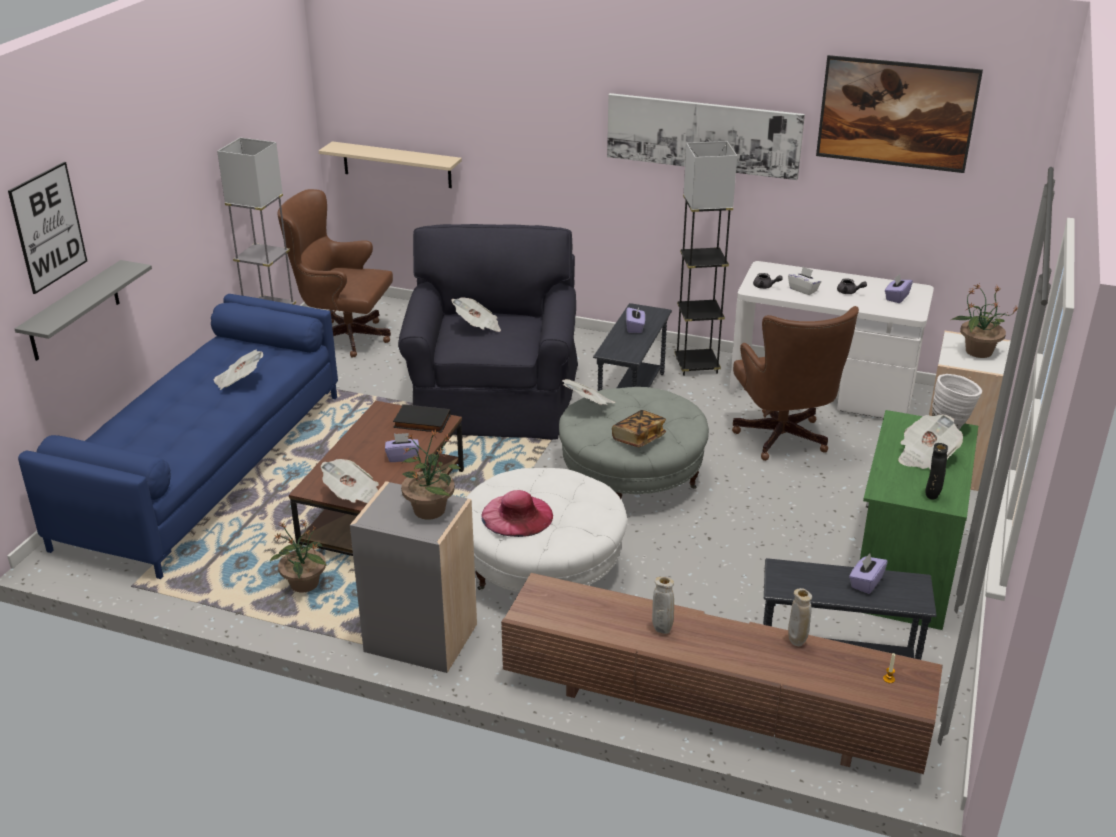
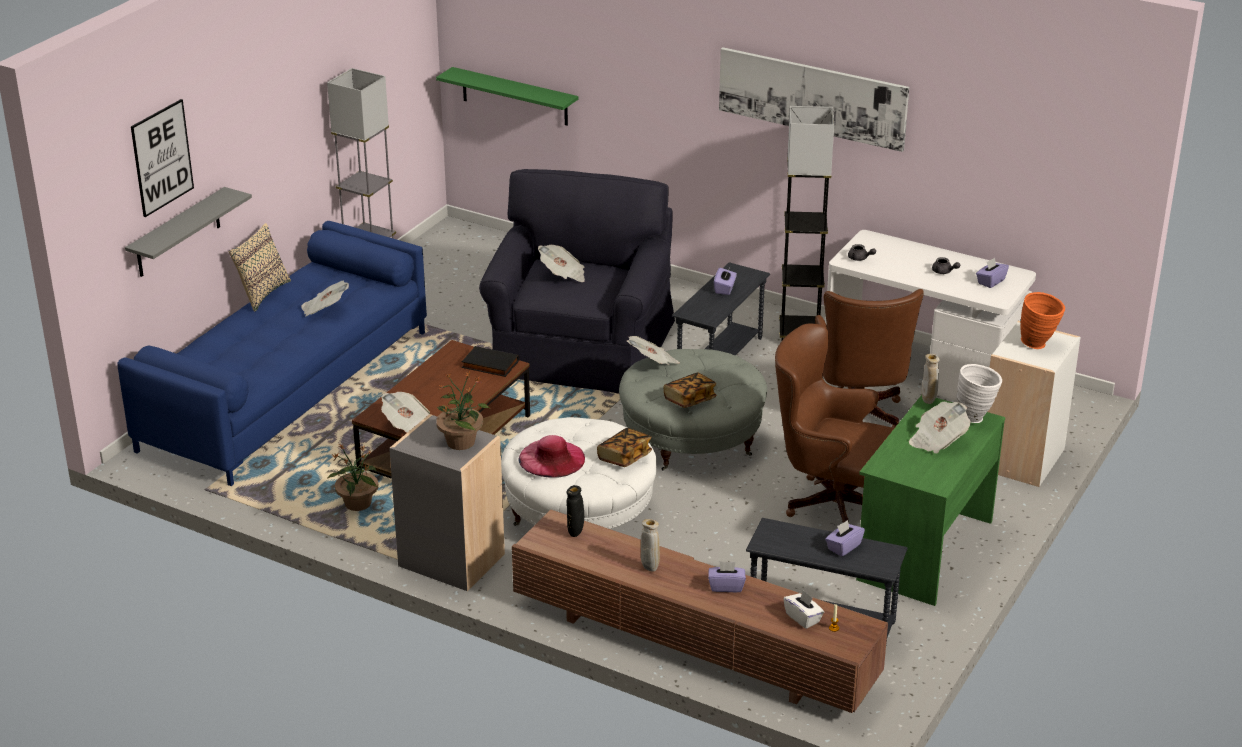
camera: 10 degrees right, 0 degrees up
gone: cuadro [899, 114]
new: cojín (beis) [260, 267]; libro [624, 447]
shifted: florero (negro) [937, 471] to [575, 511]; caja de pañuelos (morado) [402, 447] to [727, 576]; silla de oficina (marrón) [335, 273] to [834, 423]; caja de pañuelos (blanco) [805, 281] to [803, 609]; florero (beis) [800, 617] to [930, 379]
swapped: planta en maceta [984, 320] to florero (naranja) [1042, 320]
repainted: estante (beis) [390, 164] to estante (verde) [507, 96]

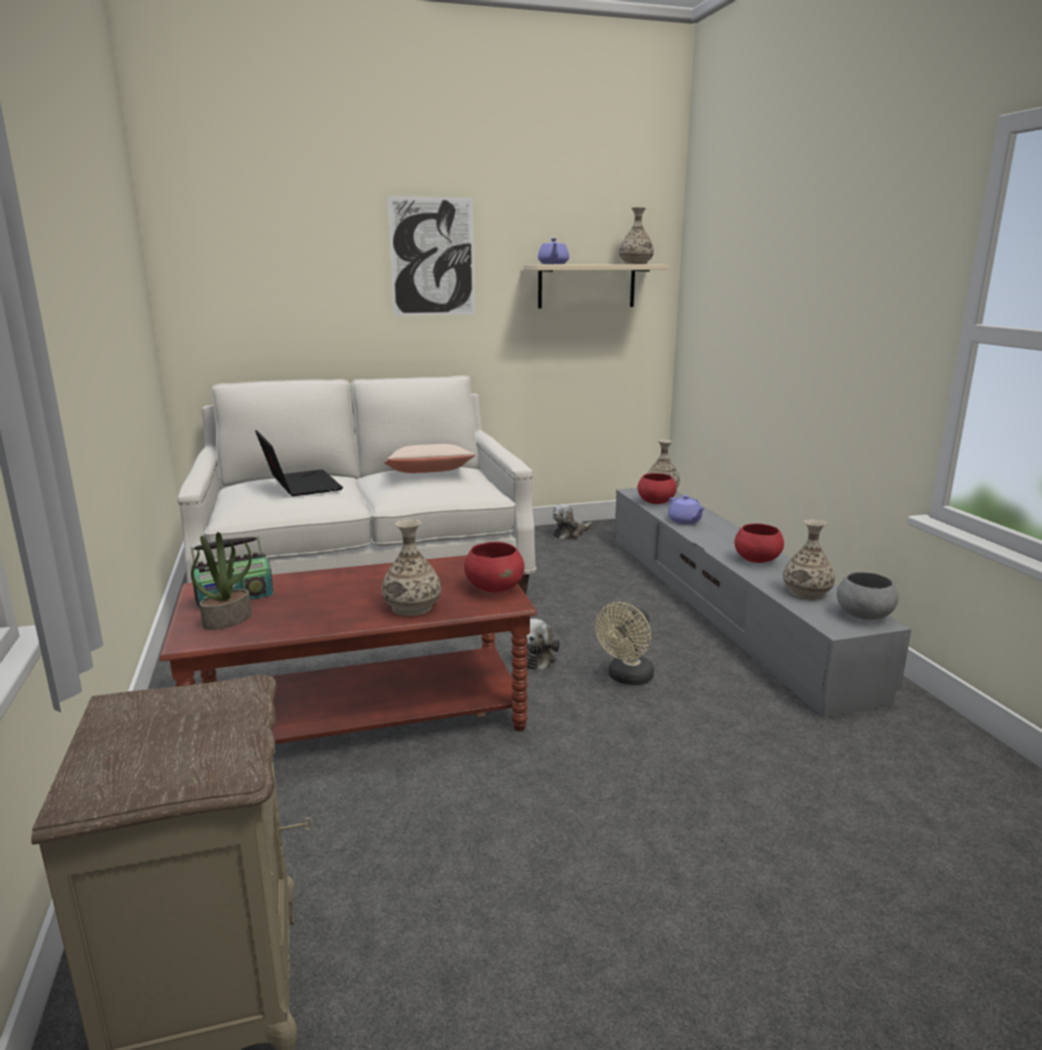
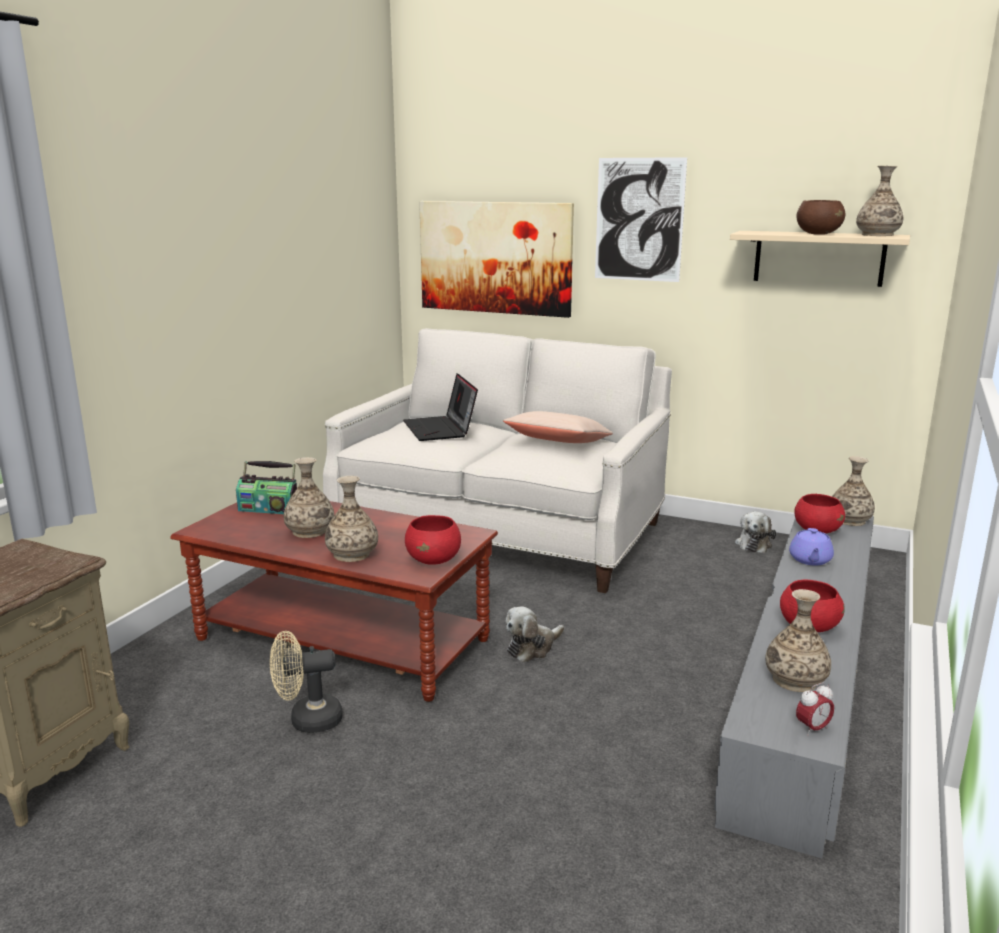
camera: 40 degrees right, 0 degrees up
gone: planta en maceta [221, 581]; tetera (morado) [553, 251]
new: florero [309, 497]; cuadro [496, 259]; cuenco (marrón) [820, 217]
shifted: ventilador (beis) [624, 643] to [306, 682]
swapped: cuenco (gris) [868, 596] to despertador [815, 709]
rotated: portátil [299, 463] = [440, 407] 150 degrees clockwise; peluche [572, 522] = [755, 532] 75 degrees counterclockwise

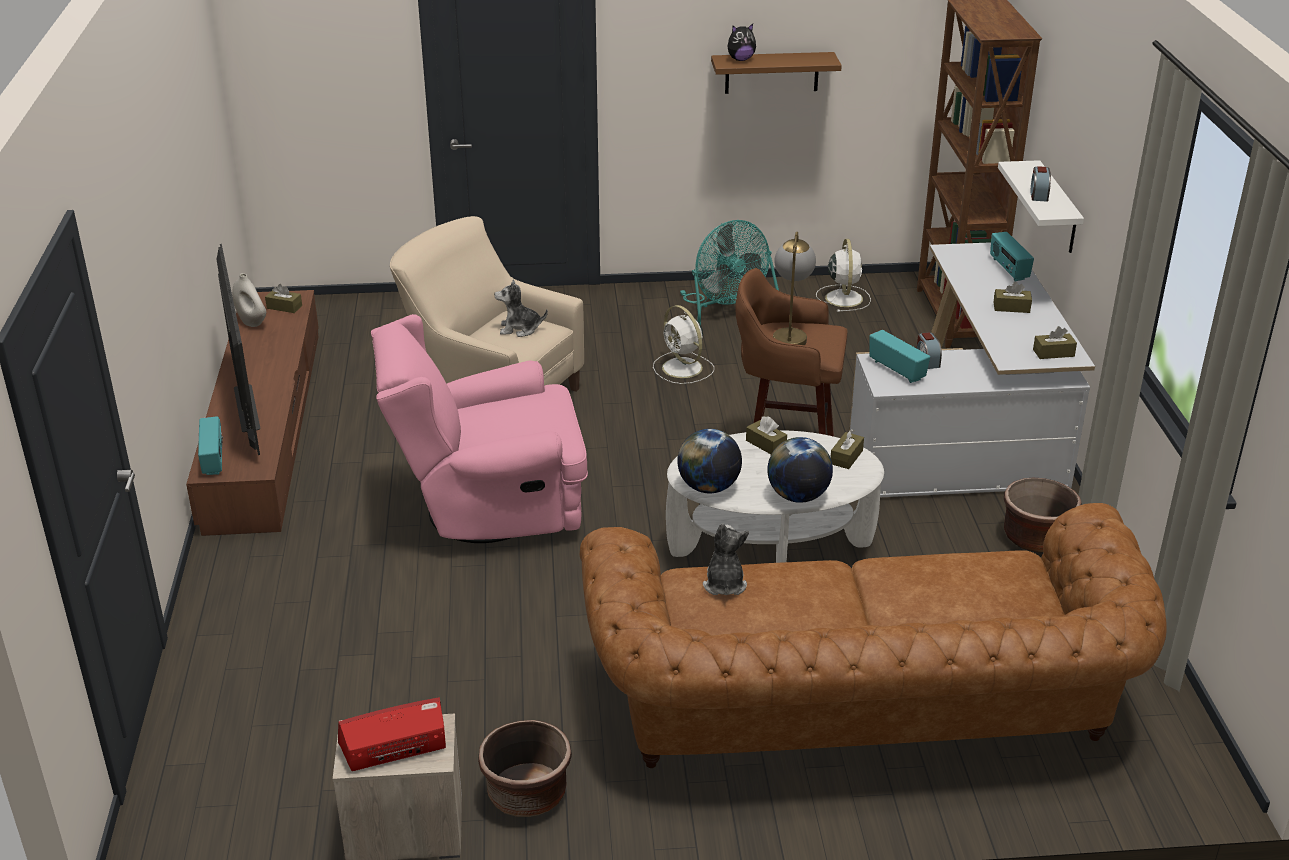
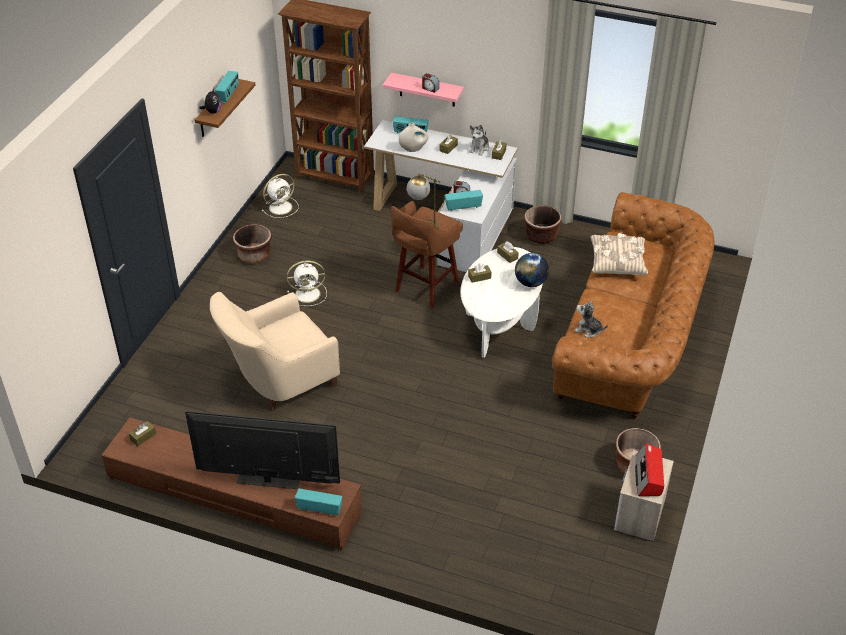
camera: 65 degrees left, 10 degrees up
gone: sillón (rosa) [479, 428]; globo terráqueo [709, 461]
new: radio [227, 87]; cojín (beis) [619, 253]
shifted: florero (blanco) [249, 300] to [413, 137]; peluche [521, 308] to [479, 140]
swapped: ventilador (turquesa) [729, 272] to maceta (marrón) [252, 244]
repainted: estante (blanco) [1041, 206] to estante (rosa) [423, 90]
rotated: ventilador (blanco) [843, 275] = [280, 196] 120 degrees clockwise

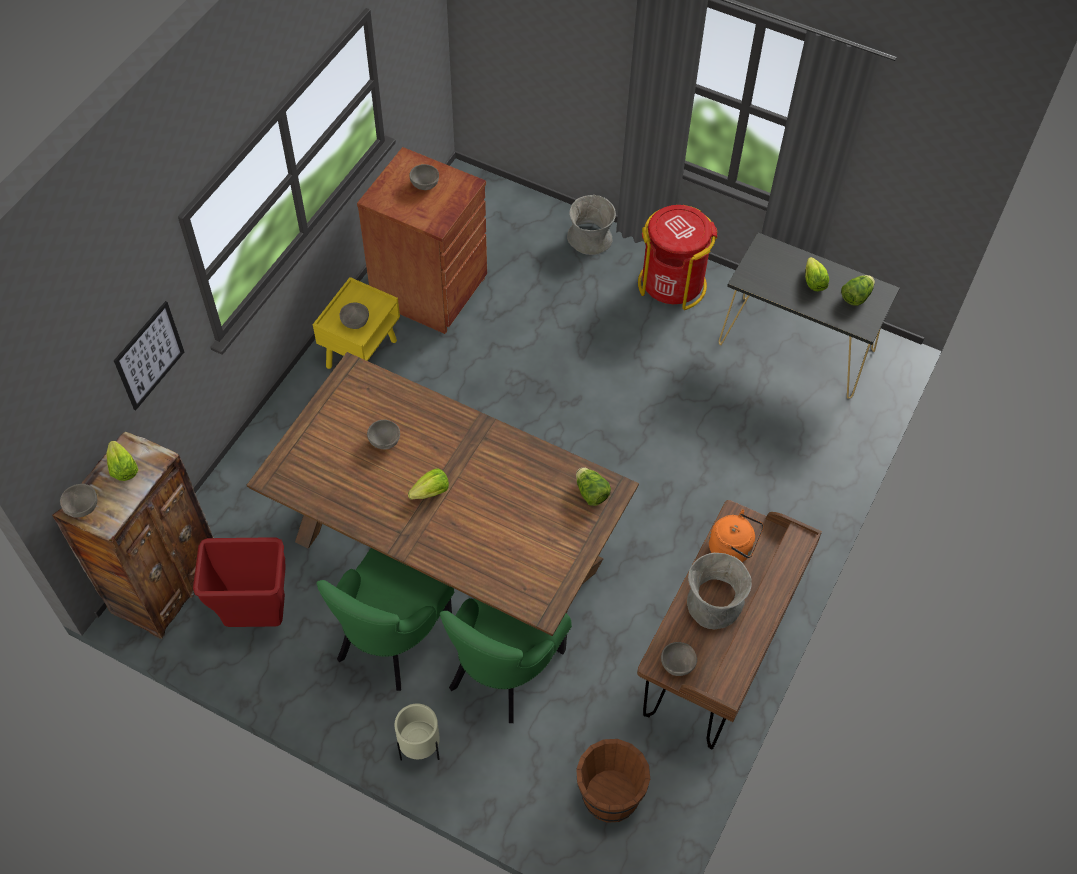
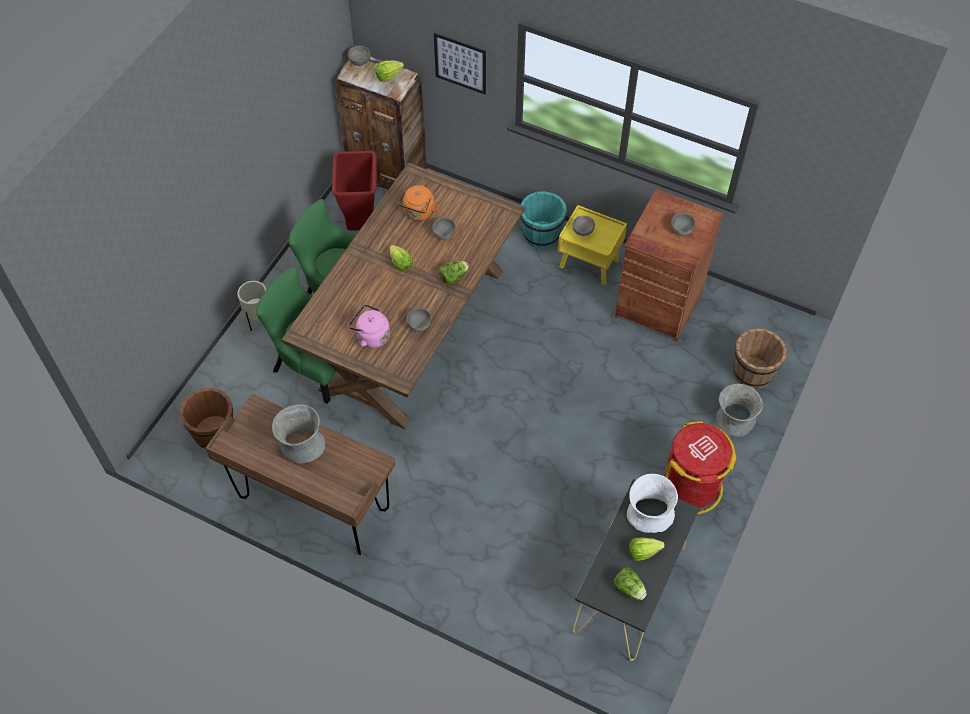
camera: 90 degrees right, 0 degrees up
new: hervidor (rosa) [369, 326]; cubo (turquesa) [544, 219]; florero (blanco) [652, 503]; cubo (marrón) [760, 358]
shifted: hervidor (naranja) [736, 535] to [418, 203]; cuenco (gris) [679, 659] to [419, 319]; lechuga [593, 486] to [454, 273]

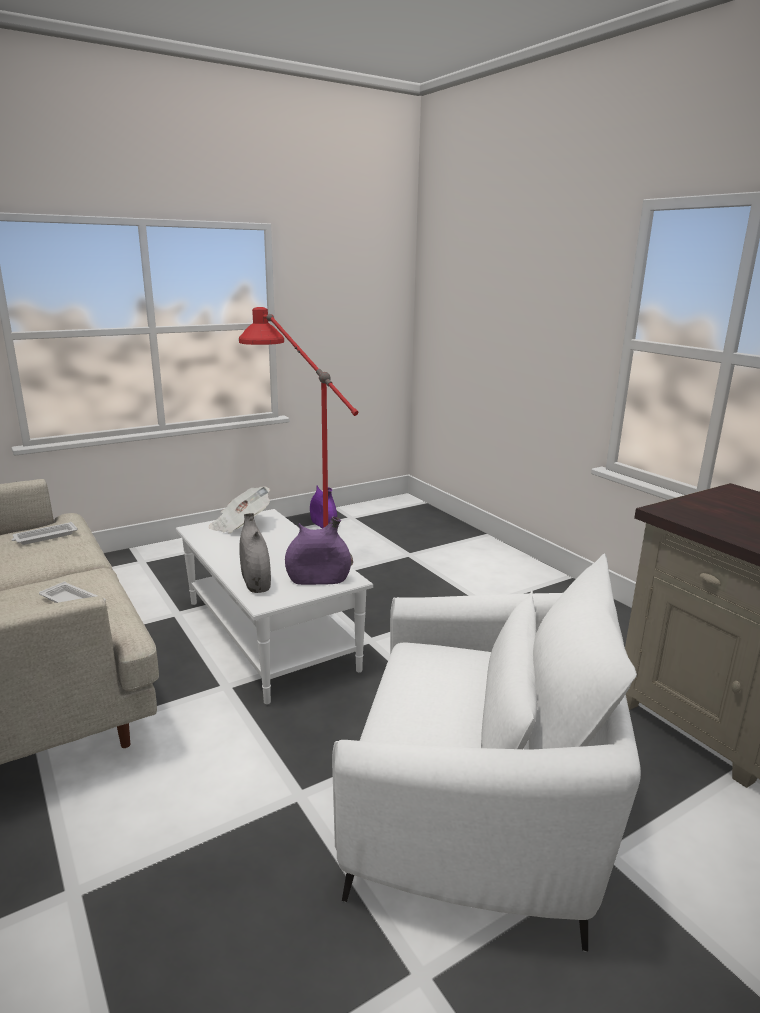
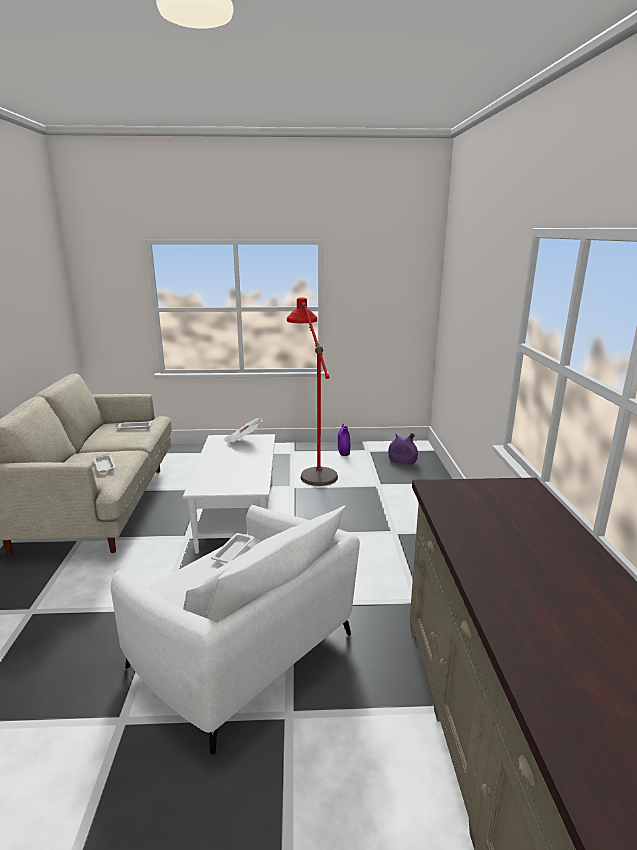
camera: 30 degrees right, 0 degrees up
gone: florero (gris) [255, 553]
new: bandeja (blanco) [232, 548]
shifted: florero (morado) [318, 550] to [403, 449]

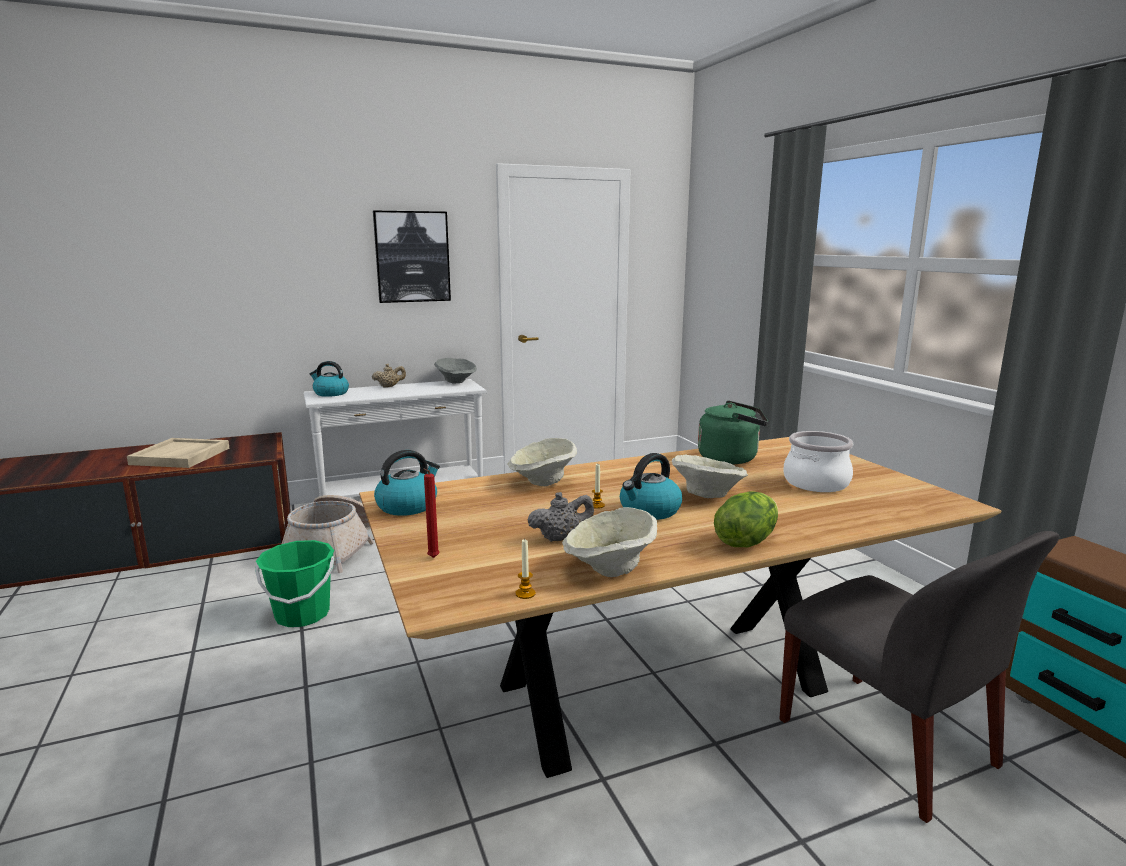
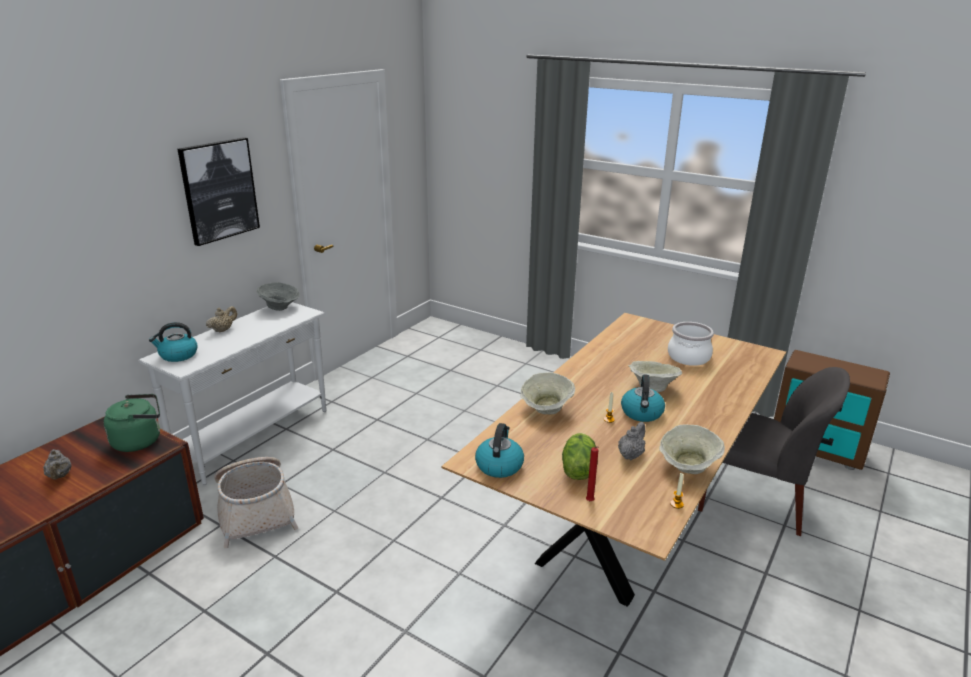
camera: 35 degrees left, 10 degrees up
gone: cubo (verde) [294, 583]
shifted: hervidor (verde) [733, 432] to [132, 423]; lechuga [746, 519] to [580, 456]
swapped: bandeja (beis) [178, 453] to tetera (gris) [57, 464]

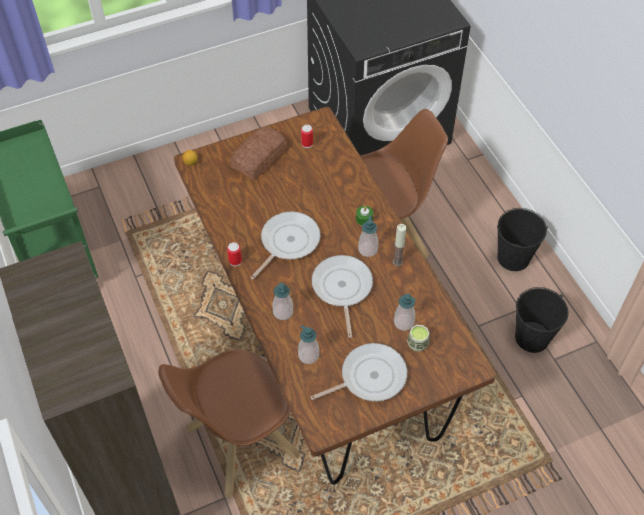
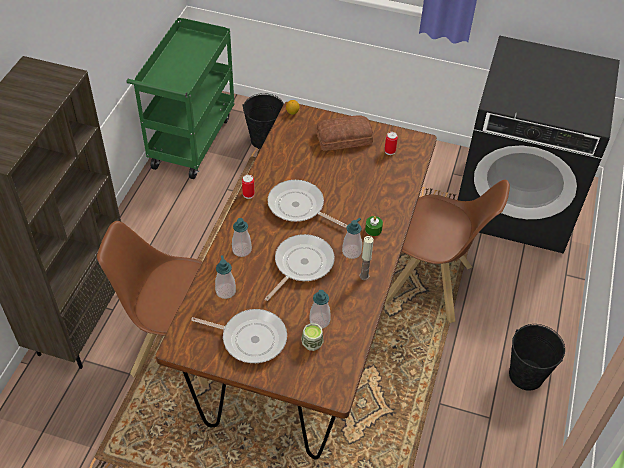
camera: 40 degrees right, 5 degrees down
shifted: cubo (negro) [541, 320] to [263, 121]
rotated: sartén [285, 245] = [307, 204] 135 degrees counterclockwise

